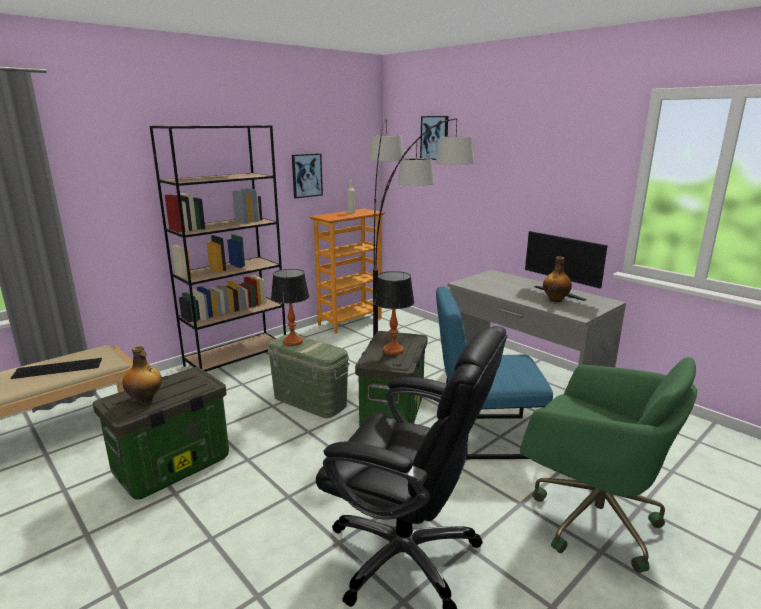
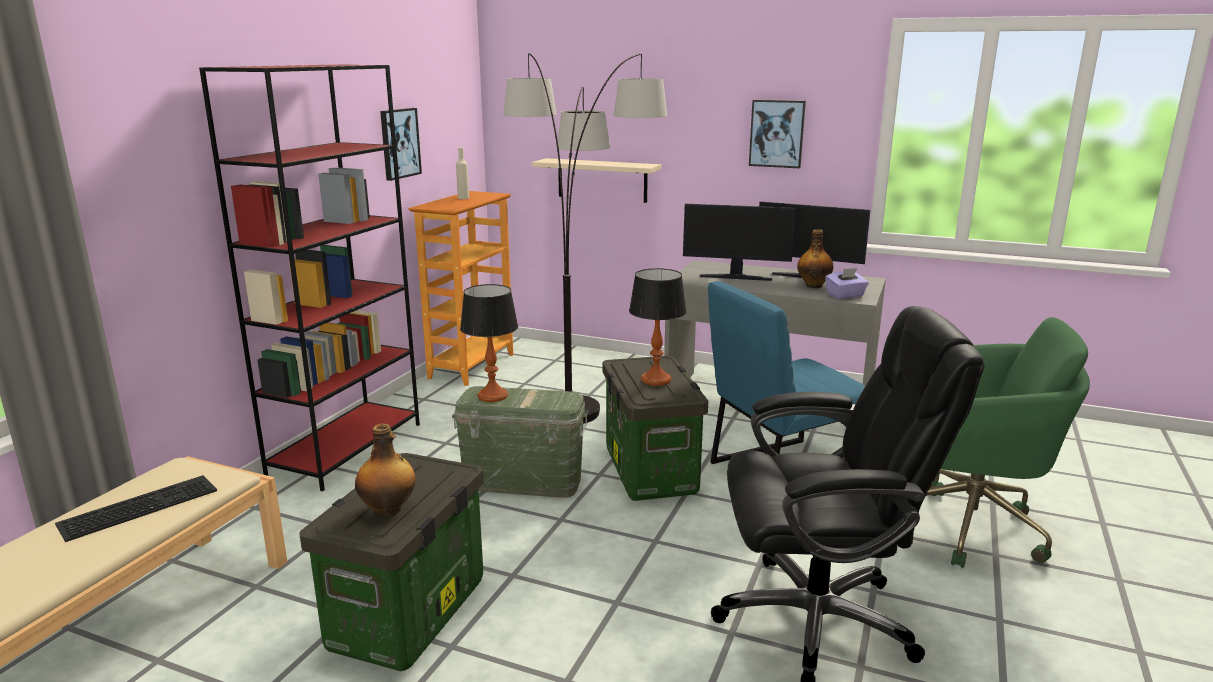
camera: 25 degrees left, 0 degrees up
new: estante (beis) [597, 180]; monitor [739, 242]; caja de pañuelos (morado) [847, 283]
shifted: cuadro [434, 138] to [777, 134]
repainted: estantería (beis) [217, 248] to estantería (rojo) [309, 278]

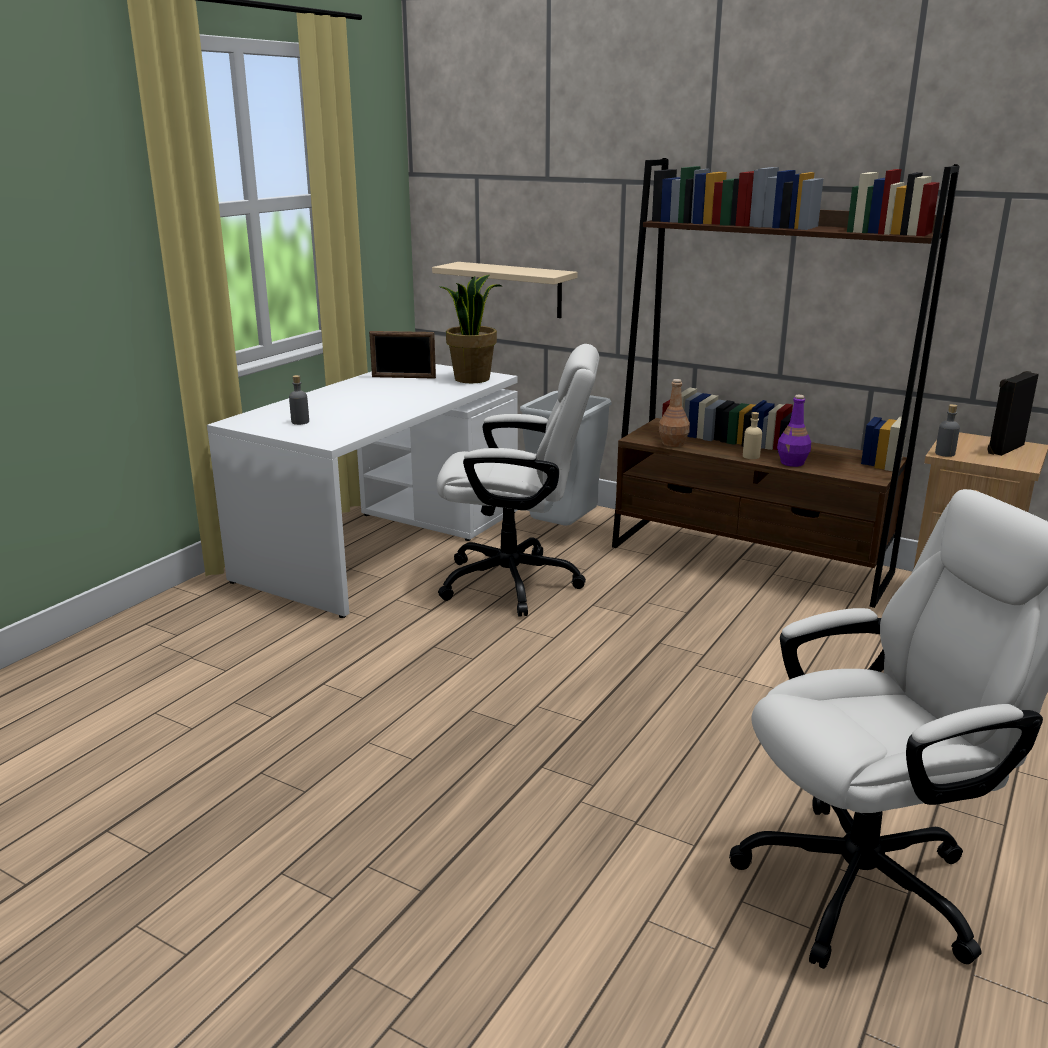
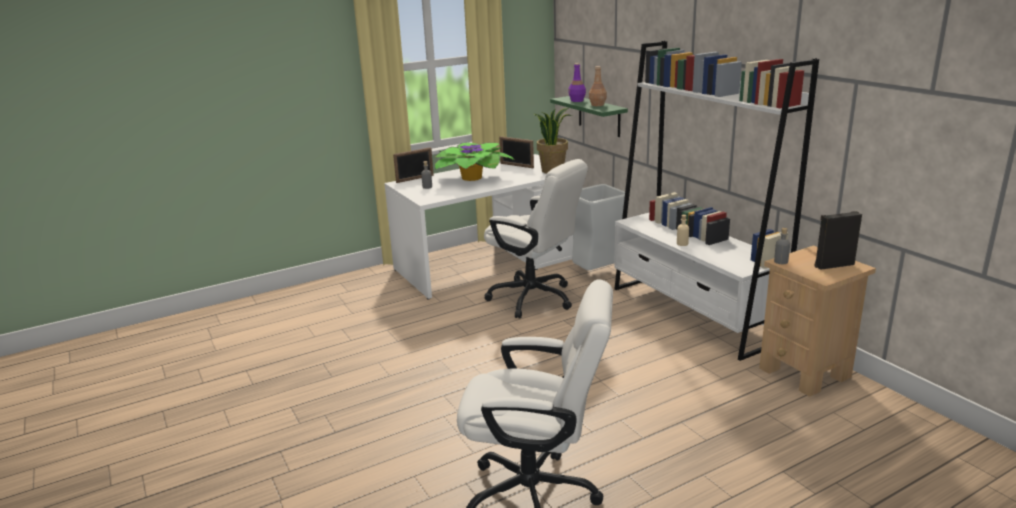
camera: 30 degrees right, 0 degrees up
new: portarretratos [413, 165]; planta en maceta [474, 161]
shifted: botella (morado) [794, 431] to [577, 82]; botella (marrón) [674, 413] to [598, 86]
repainted: estante (beis) [505, 290] to estante (verde) [589, 116]; estantería (marrón) [785, 383] to estantería (blanco) [716, 201]

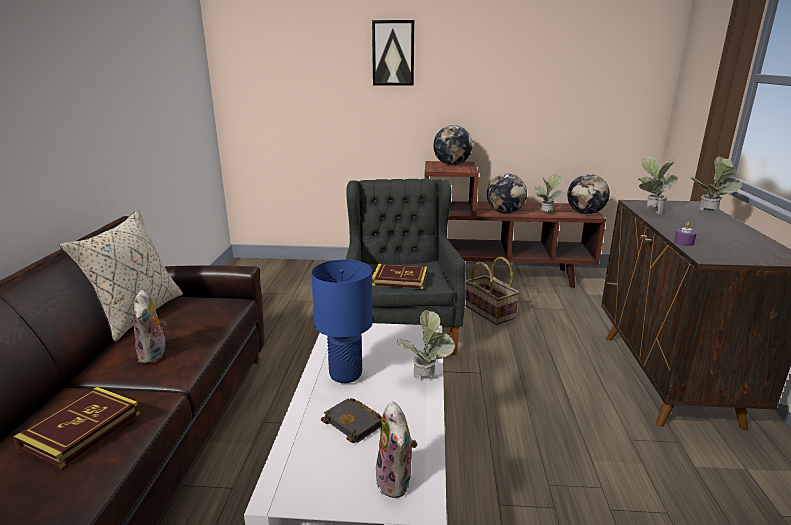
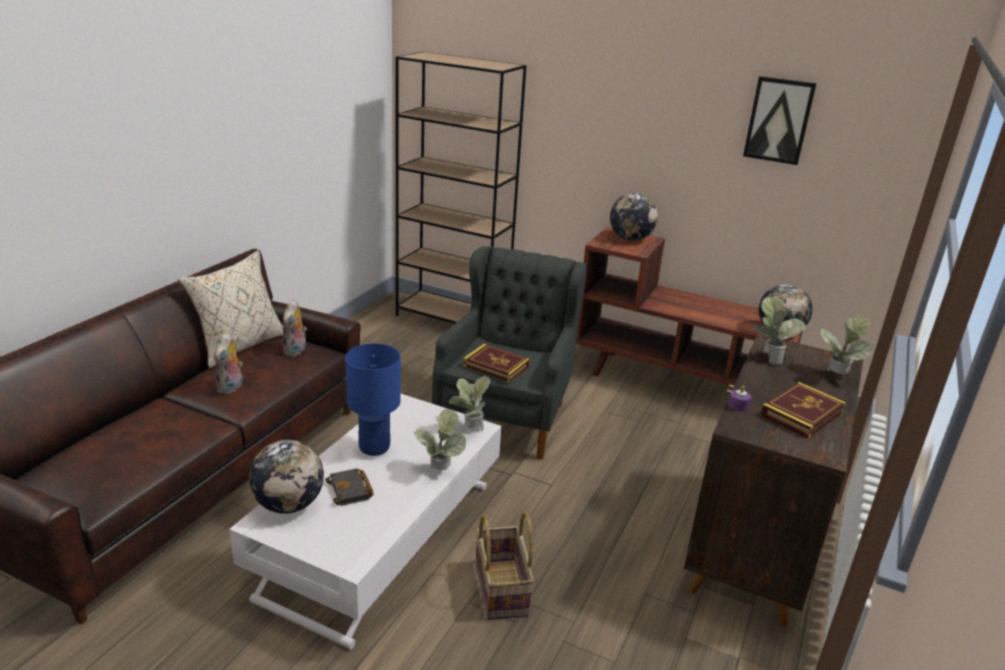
camera: 20 degrees right, 5 degrees up
new: estantería (beis) [461, 187]
shifted: globo terráqueo [507, 194] to [286, 477]; peluche [396, 449] to [294, 328]; planta en maceta [548, 193] to [470, 403]; cesta [492, 291] to [505, 566]; cuadro [393, 53] to [780, 120]; libro [77, 428] to [803, 410]

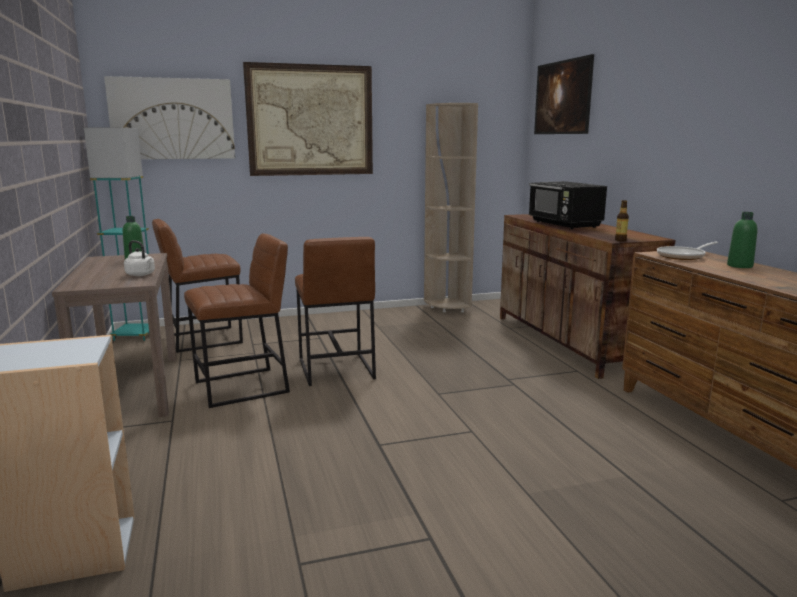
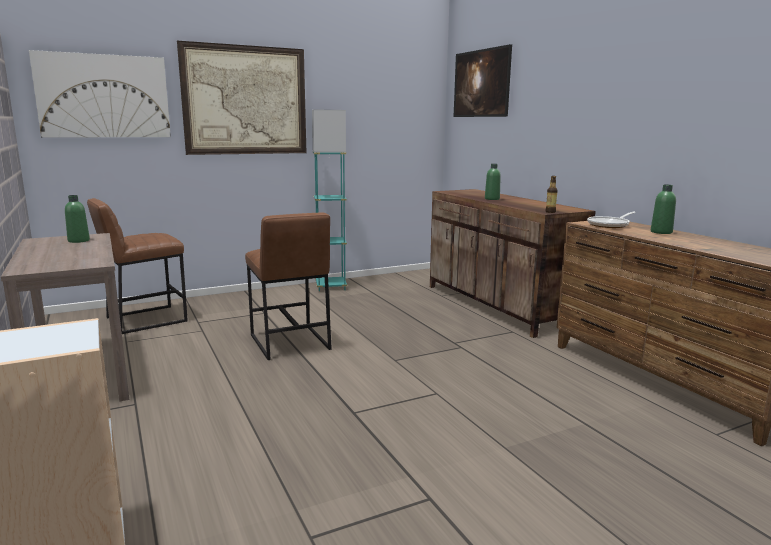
camera: 10 degrees left, 0 degrees up
gone: hervidor (blanco) [139, 258]; silla (marrón) [237, 320]; estantería (beis) [451, 207]
shifted: lámpara de pie (turquesa) [116, 234] to [329, 200]
swapped: microondas (negro) [568, 205] to botella (verde) [493, 182]

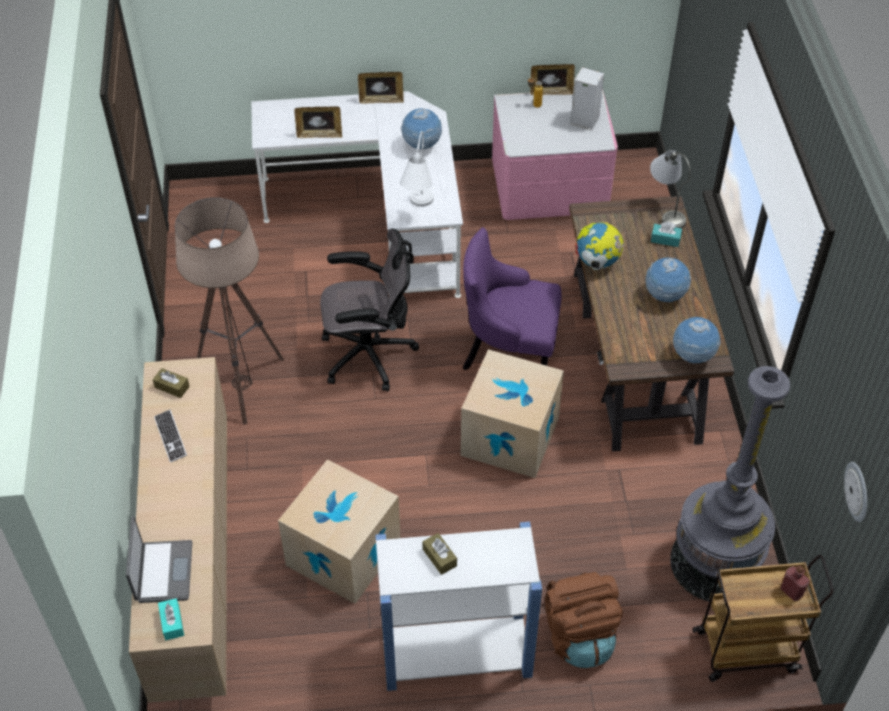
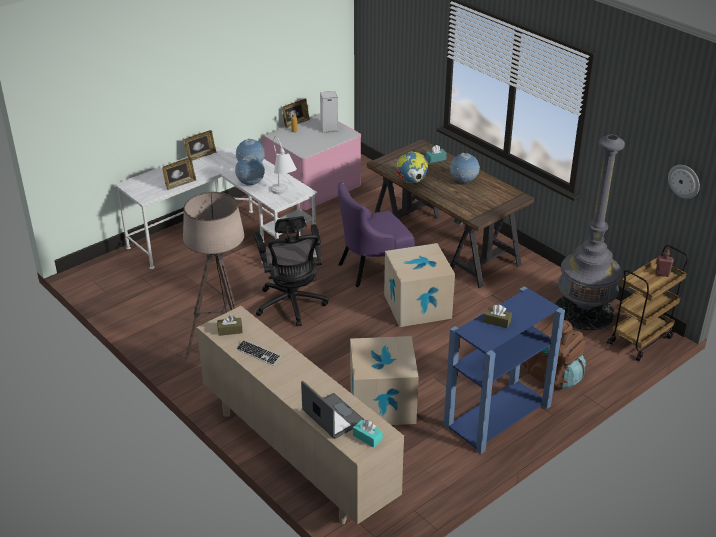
camera: 35 degrees left, 15 degrees down
gone: lámpara de mesa (gris) [670, 189]
shifted: globo terráqueo [697, 340] to [250, 170]
repainted: estantería (blanco) [458, 606] to estantería (azul) [504, 370]
rotated: silla de oficina [369, 310] = [291, 271] 120 degrees clockwise

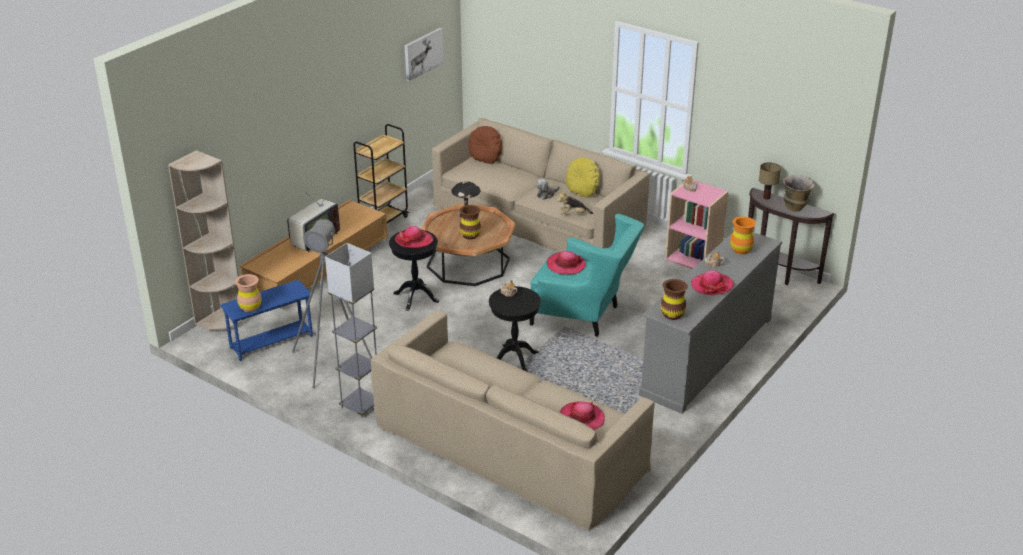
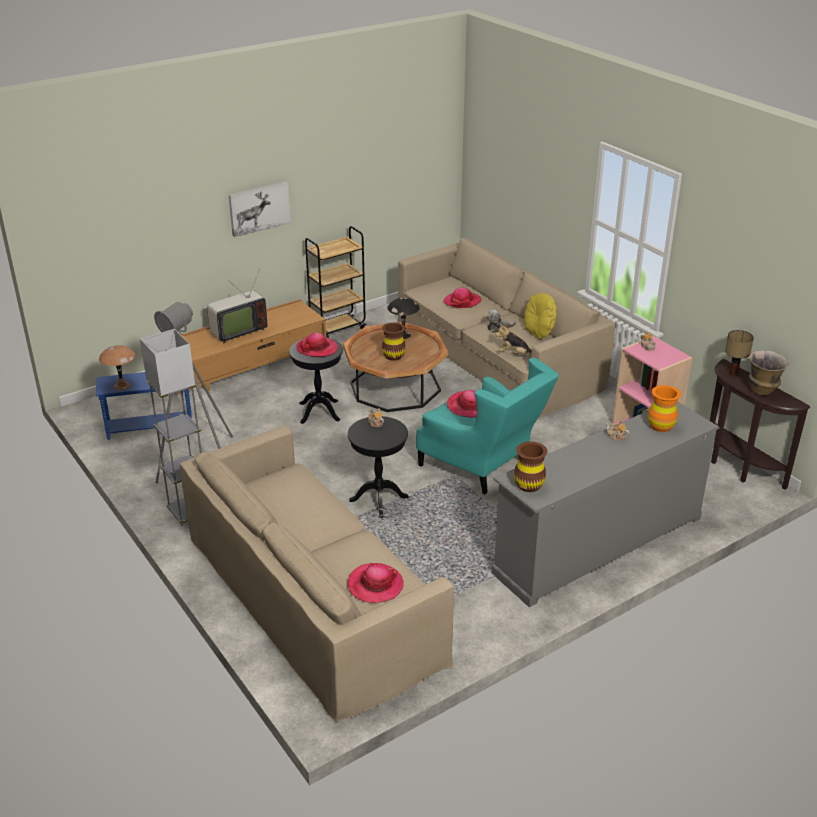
camera: 20 degrees right, 0 degrees up
gone: estantería (beis) [206, 240]; cojín (marrón) [485, 145]
shifted: cuadro [424, 54] to [260, 209]; sombrero [712, 282] to [463, 297]
swapped: florero (marrón) [248, 293] to lámpara de mesa (marrón) [117, 367]

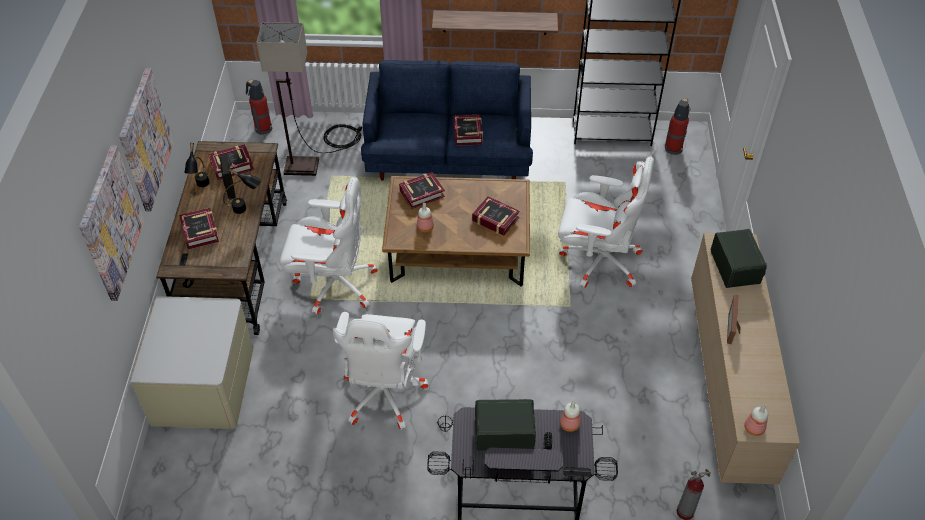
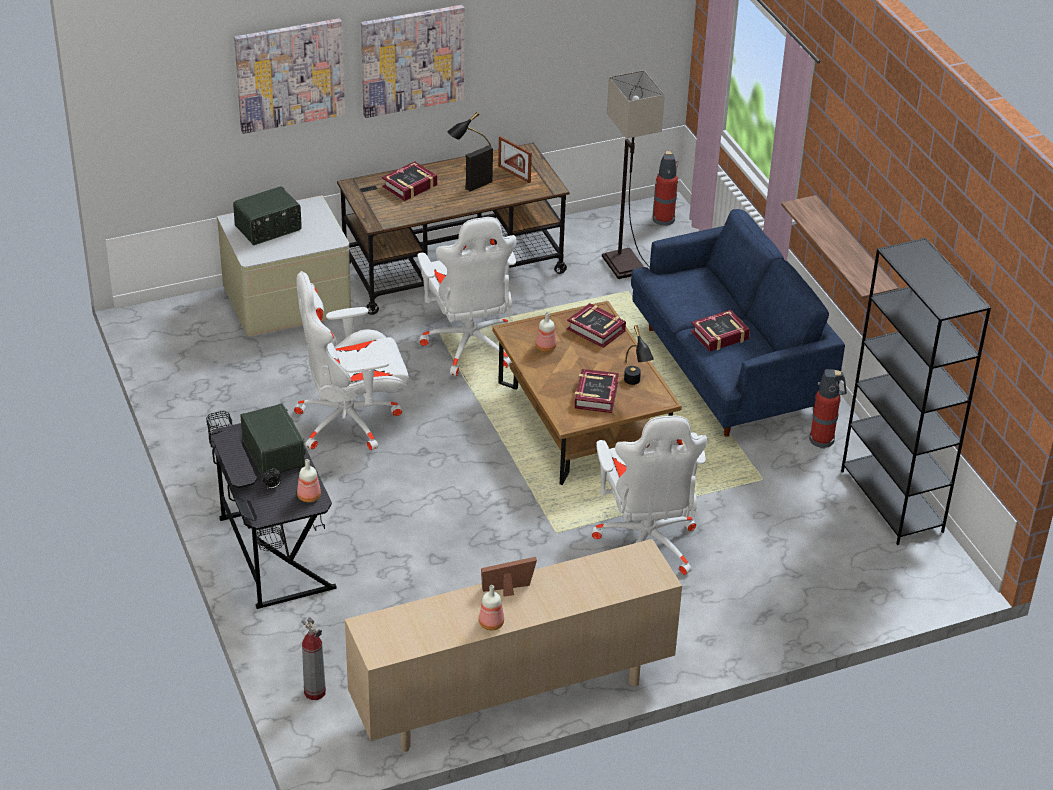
camera: 65 degrees right, 10 degrees down
shifted: radio [739, 258] to [267, 215]; botella [756, 420] to [491, 607]; lámpara de mesa (negro) [242, 191] to [639, 355]; extintor [678, 126] to [828, 408]
swapped: libro [231, 162] to portarretratos [515, 159]

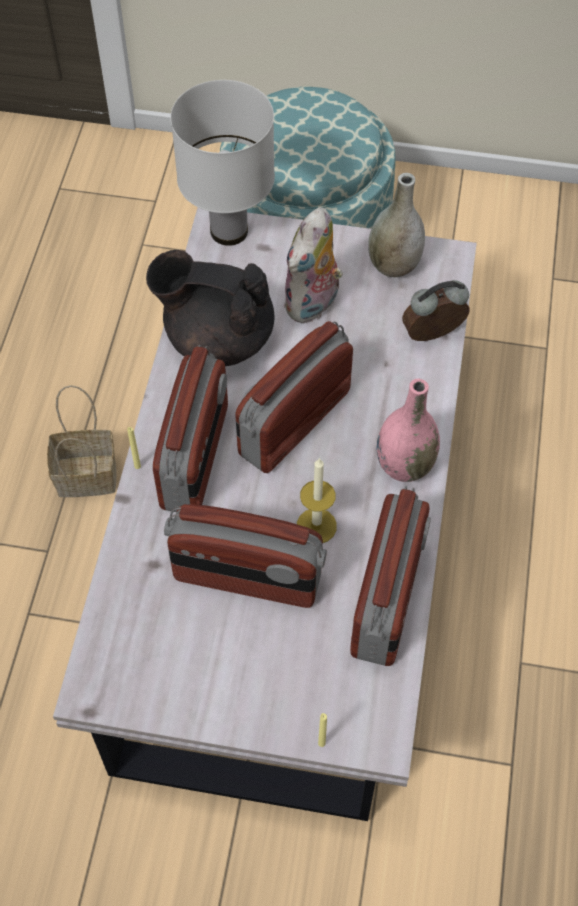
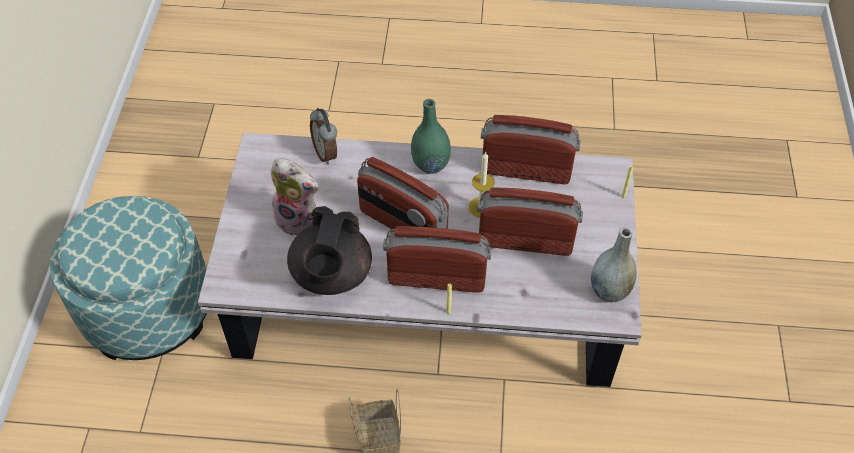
camera: 95 degrees left, 5 degrees down
gone: lámpara de mesa (blanco) [222, 163]
shifted: florero (gris) [396, 225] to [614, 264]
repainted: florero (rosa) [408, 430] to florero (verde) [431, 136]
rotated: radio [245, 556] = [530, 221] 90 degrees counterclockwise

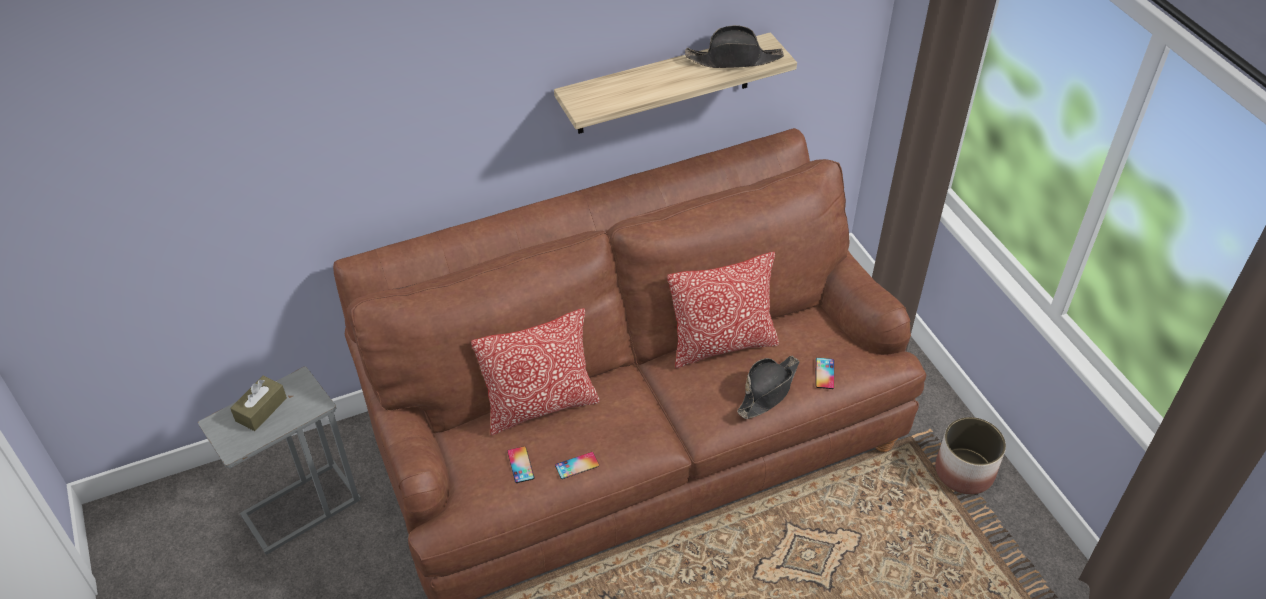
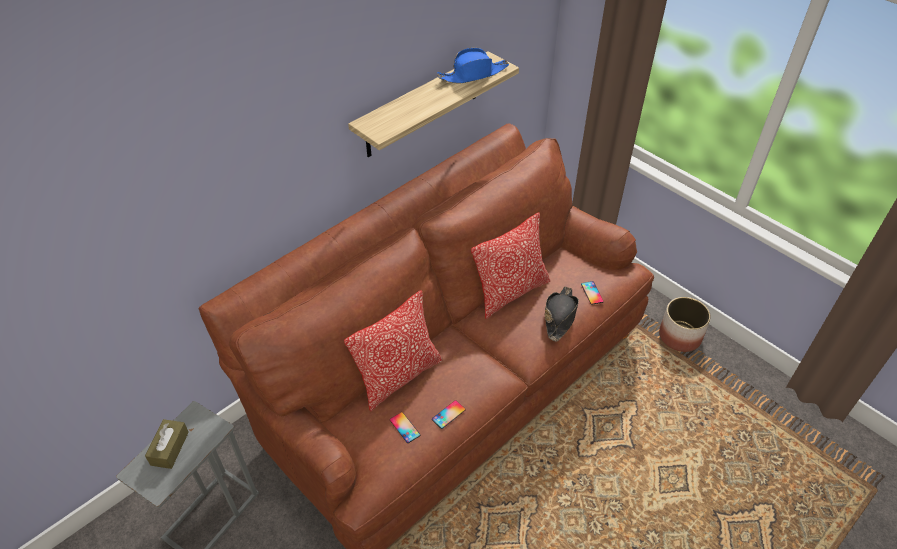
camera: 20 degrees left, 0 degrees up
repainted: sombrero (negro) [734, 46] to sombrero (azul) [473, 66]

